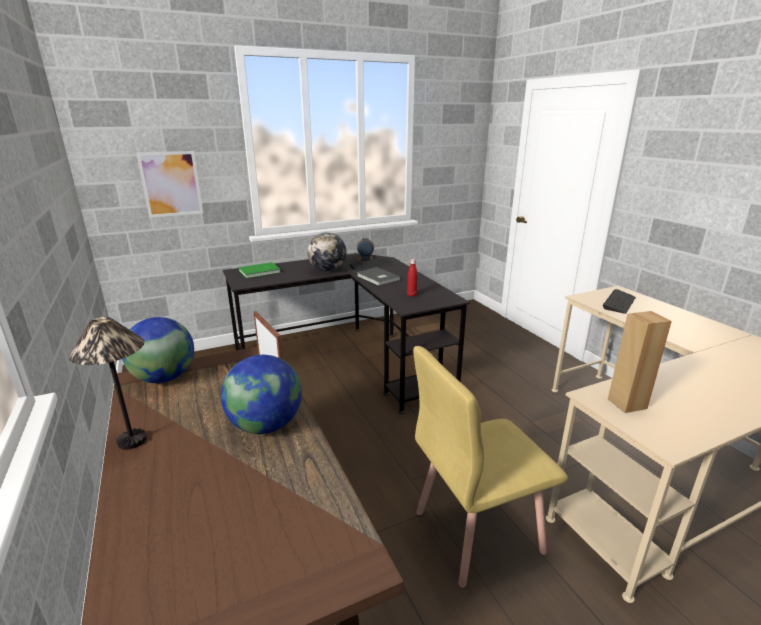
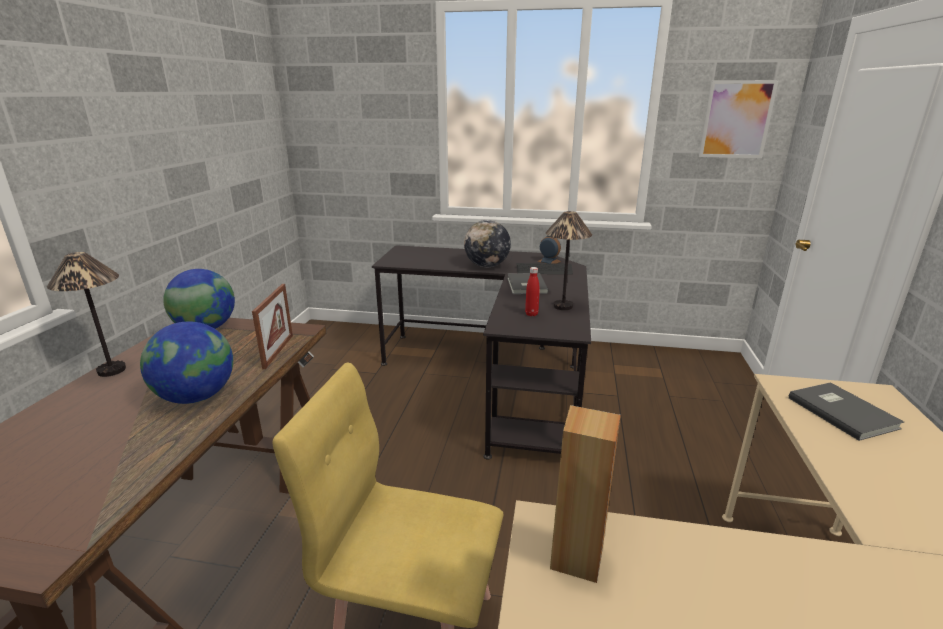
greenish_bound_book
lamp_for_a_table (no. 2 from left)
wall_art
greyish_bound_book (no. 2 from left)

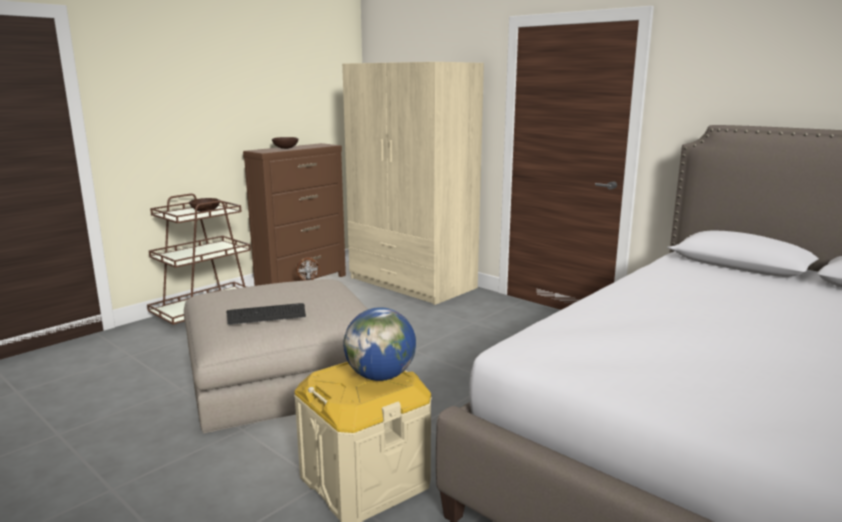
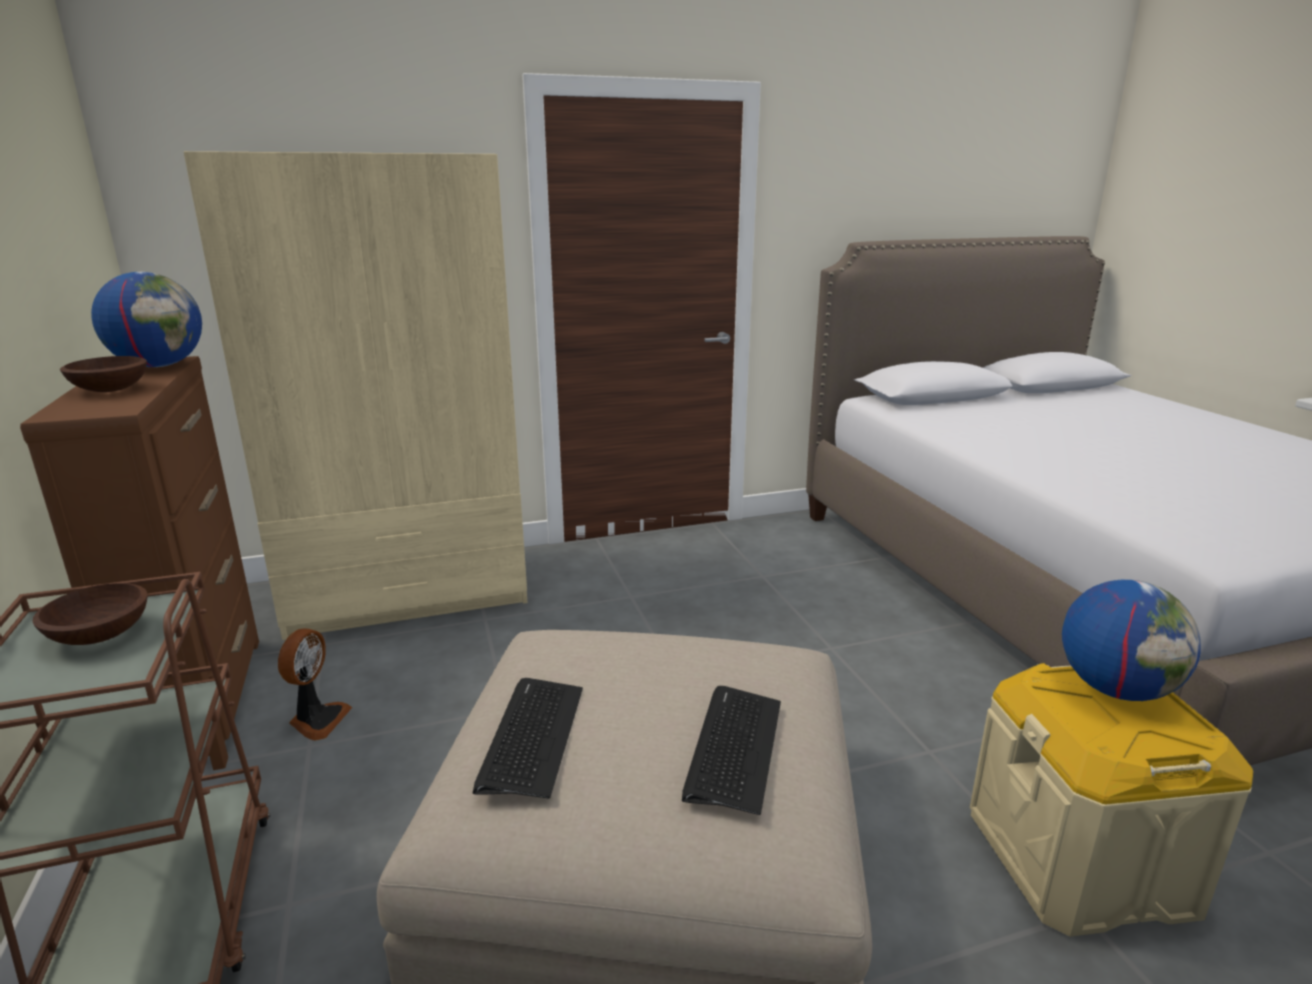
world_globe (no. 1 from left)
computer_keyboard (no. 1 from left)

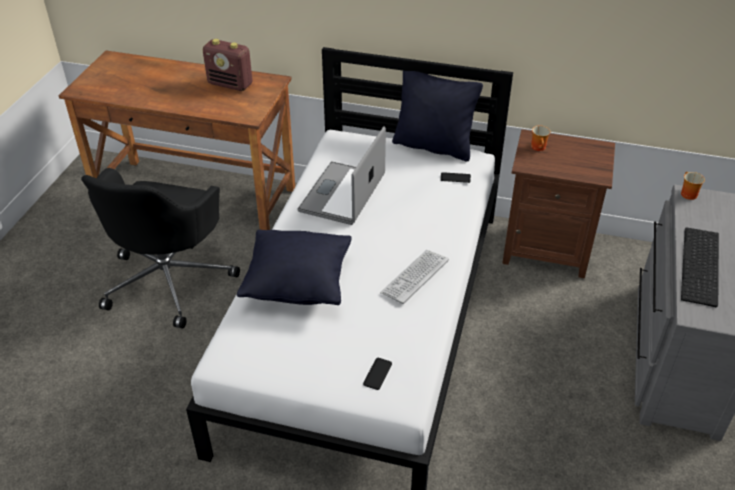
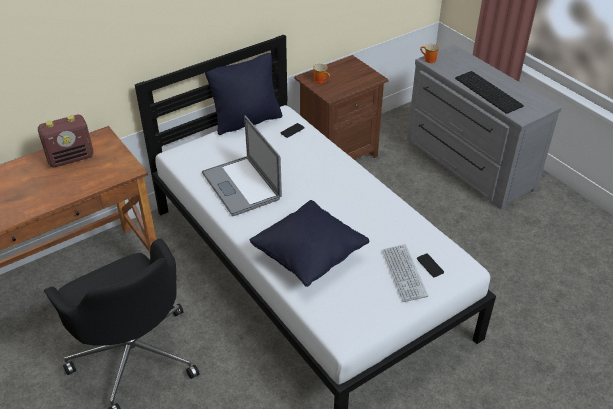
computer_keyboard (no. 1 from left)

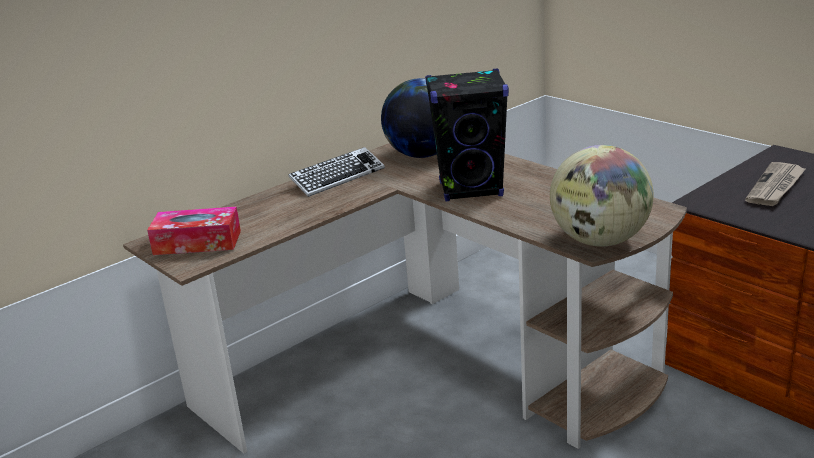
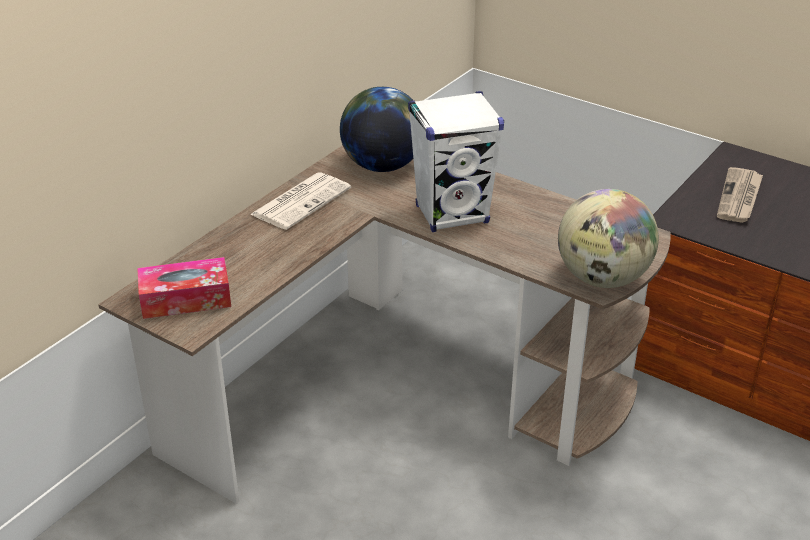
newspaper (no. 1 from left)
white_audio_speaker

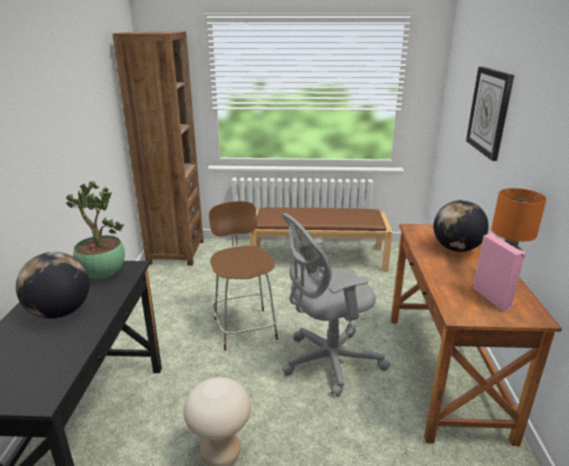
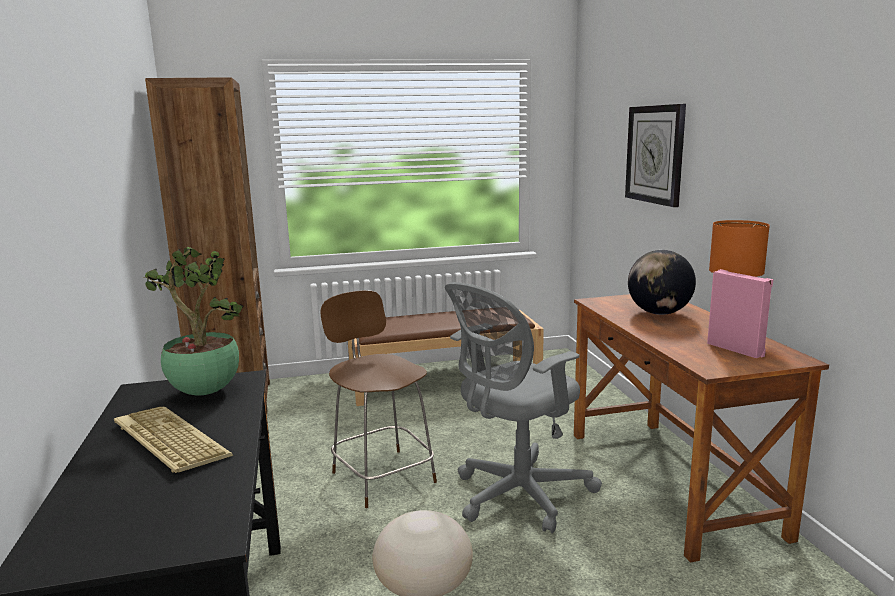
computer_keyboard

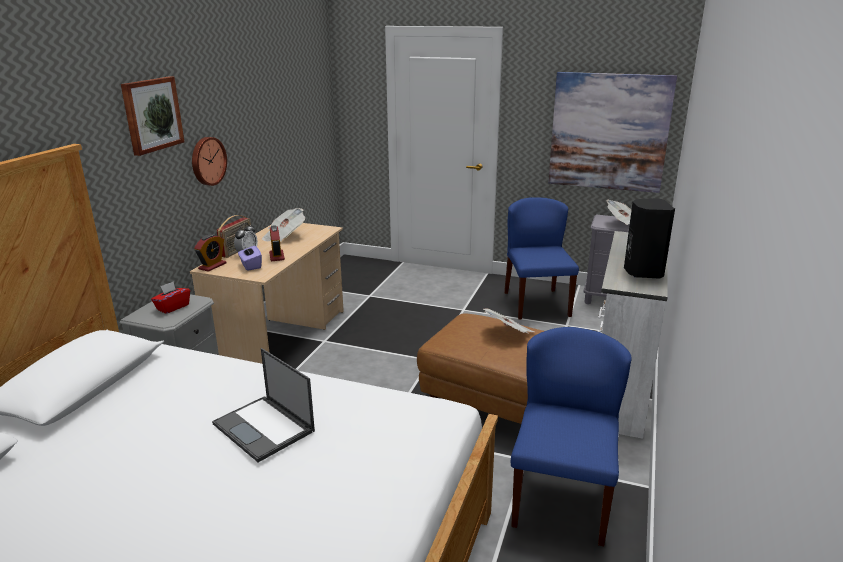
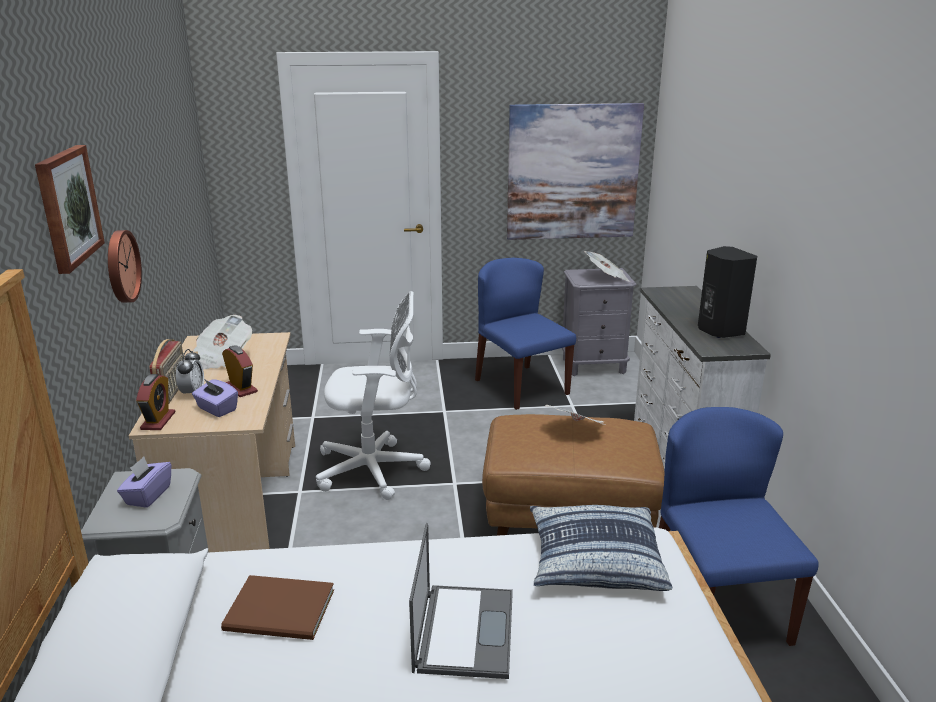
brownish_bound_book
white_computer_chair
throw_pillow
purplish_tissue_holder (no. 1 from left)
laptop

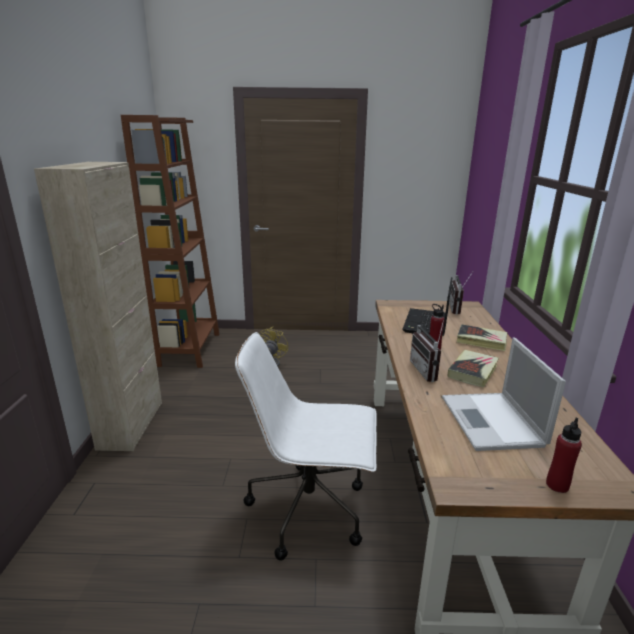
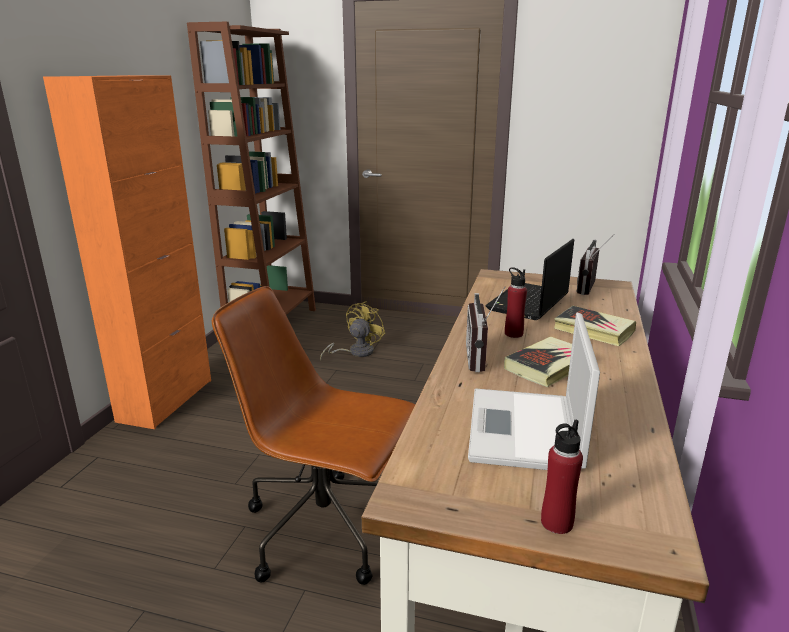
orange_cabinet
brownish_computer_chair

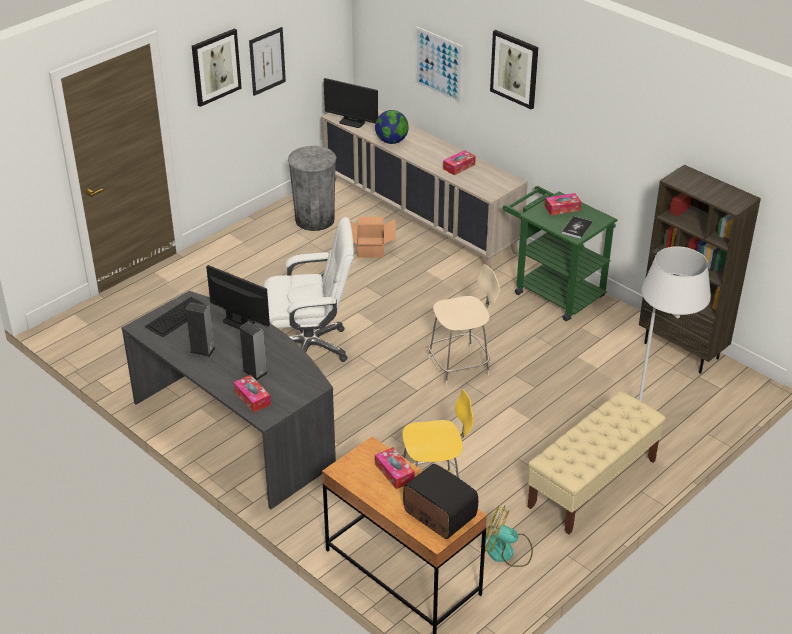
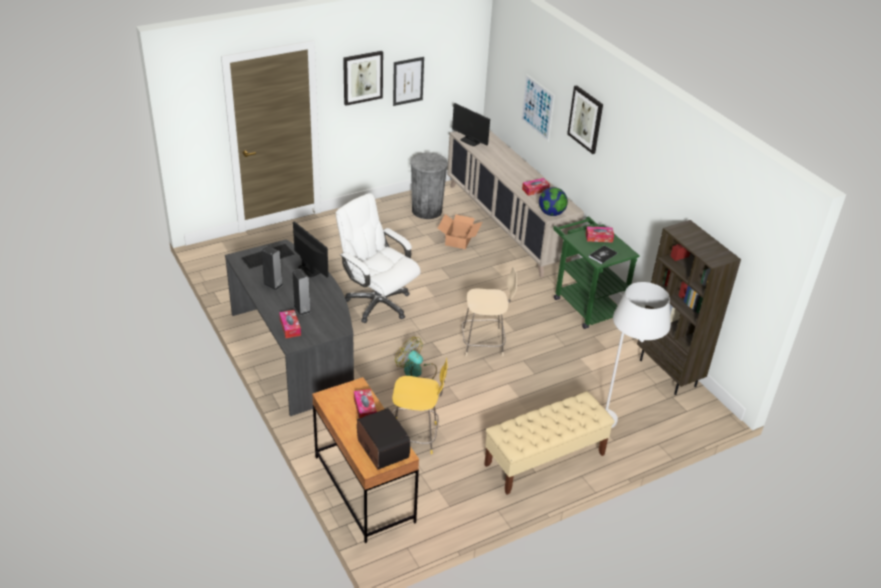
world_globe
cooling_fan
white_computer_chair

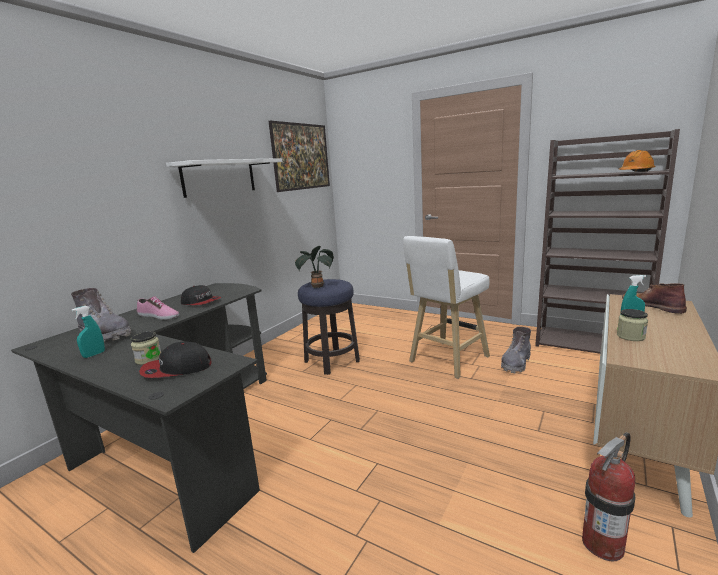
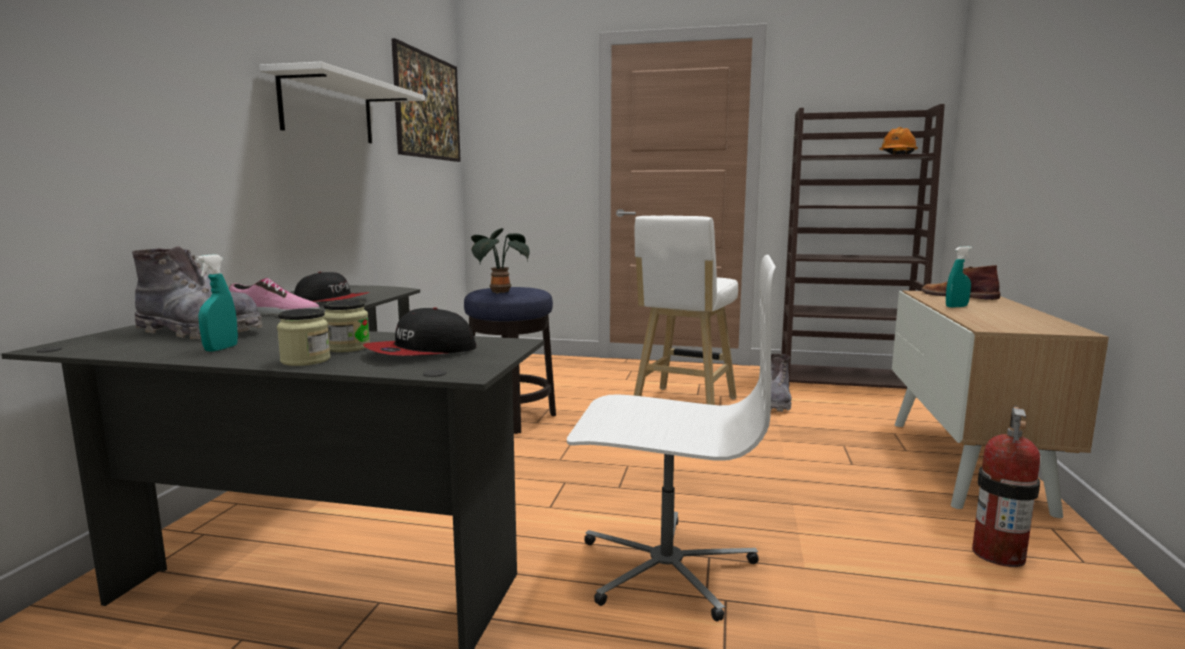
white_computer_chair
storage_jar (no. 1 from left)

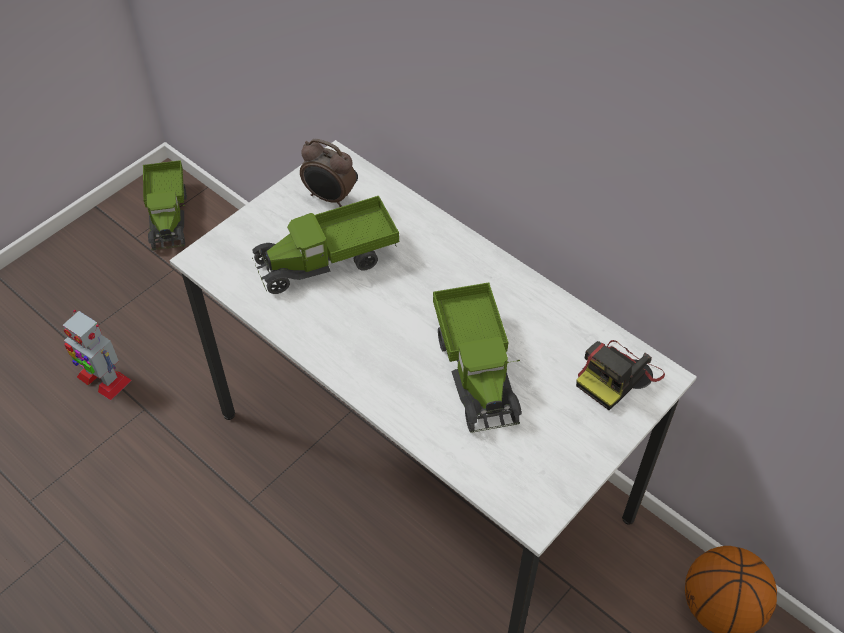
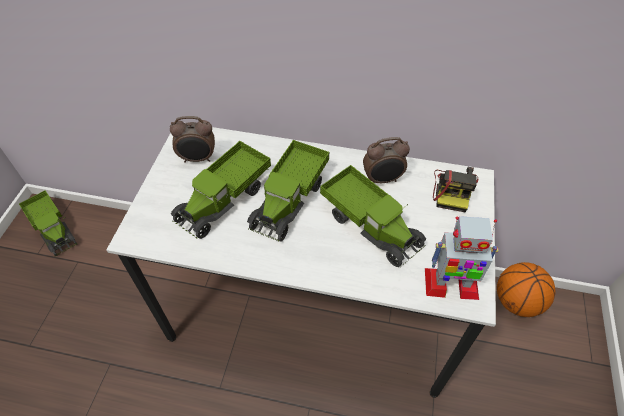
toy_truck (no. 3 from left)
bedside_clock (no. 2 from left)
toy_robot

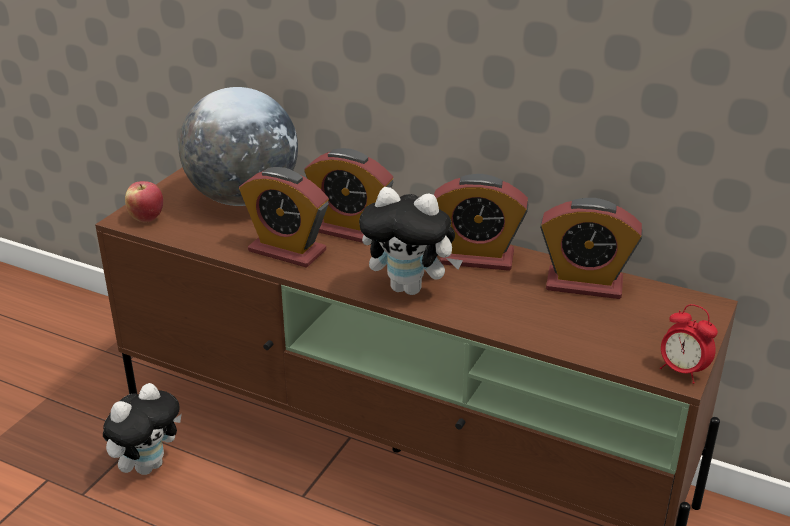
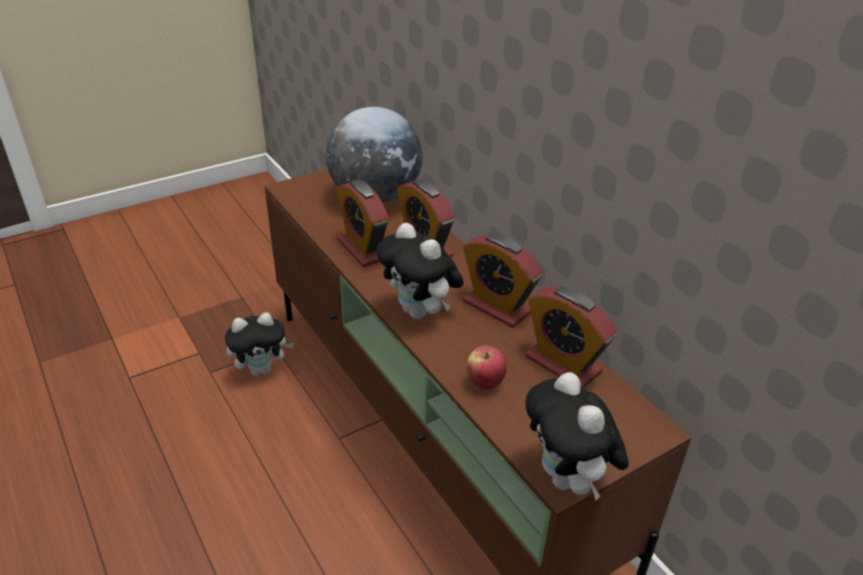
apple_fruit
cuddly_toy (no. 3 from left)

